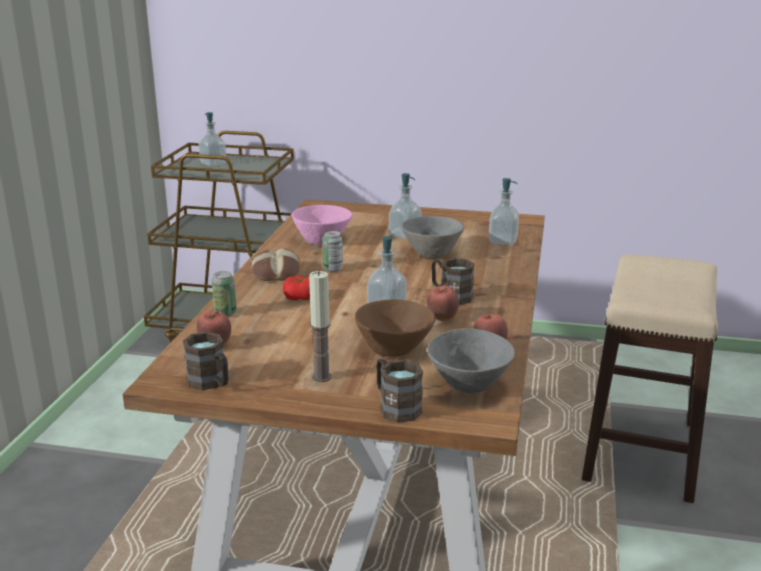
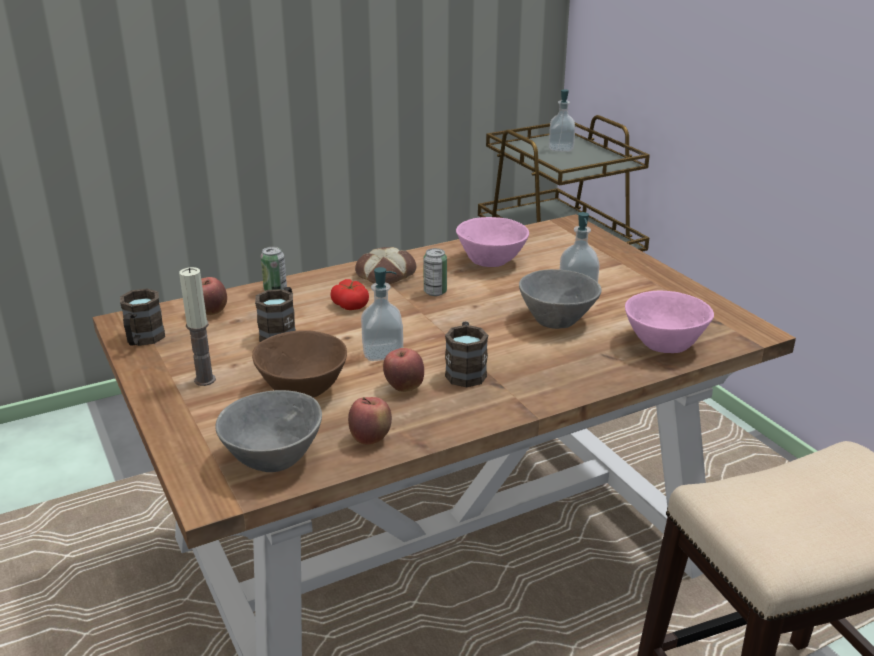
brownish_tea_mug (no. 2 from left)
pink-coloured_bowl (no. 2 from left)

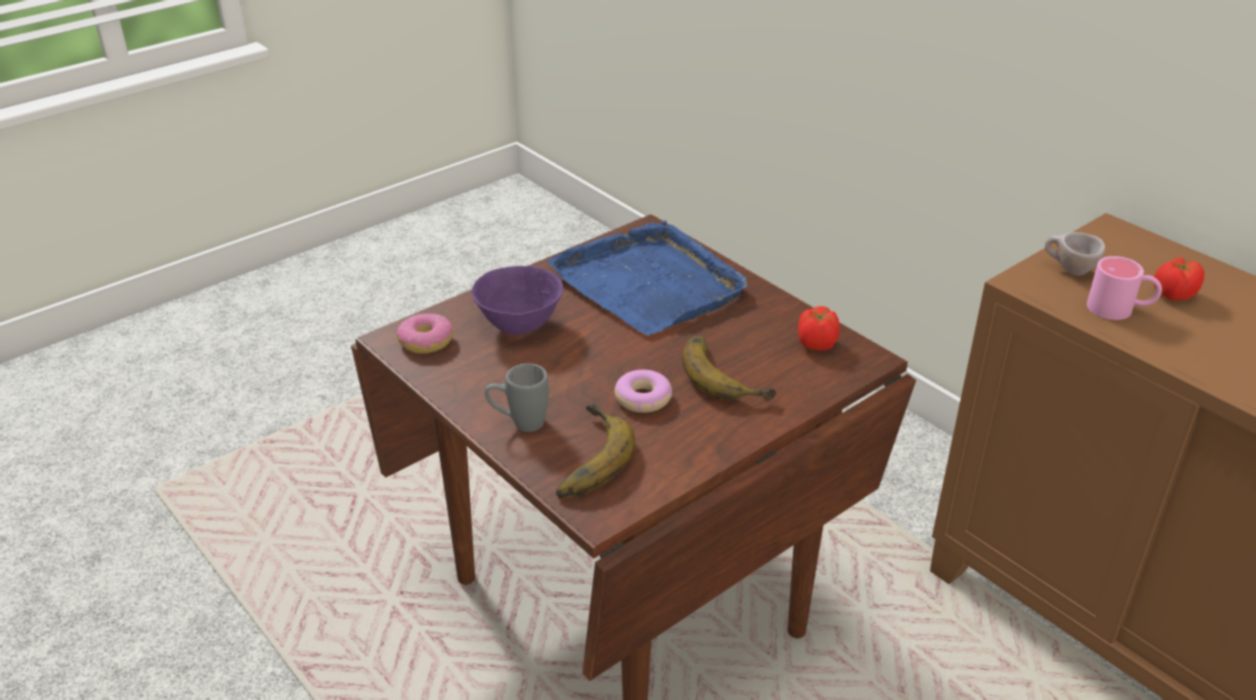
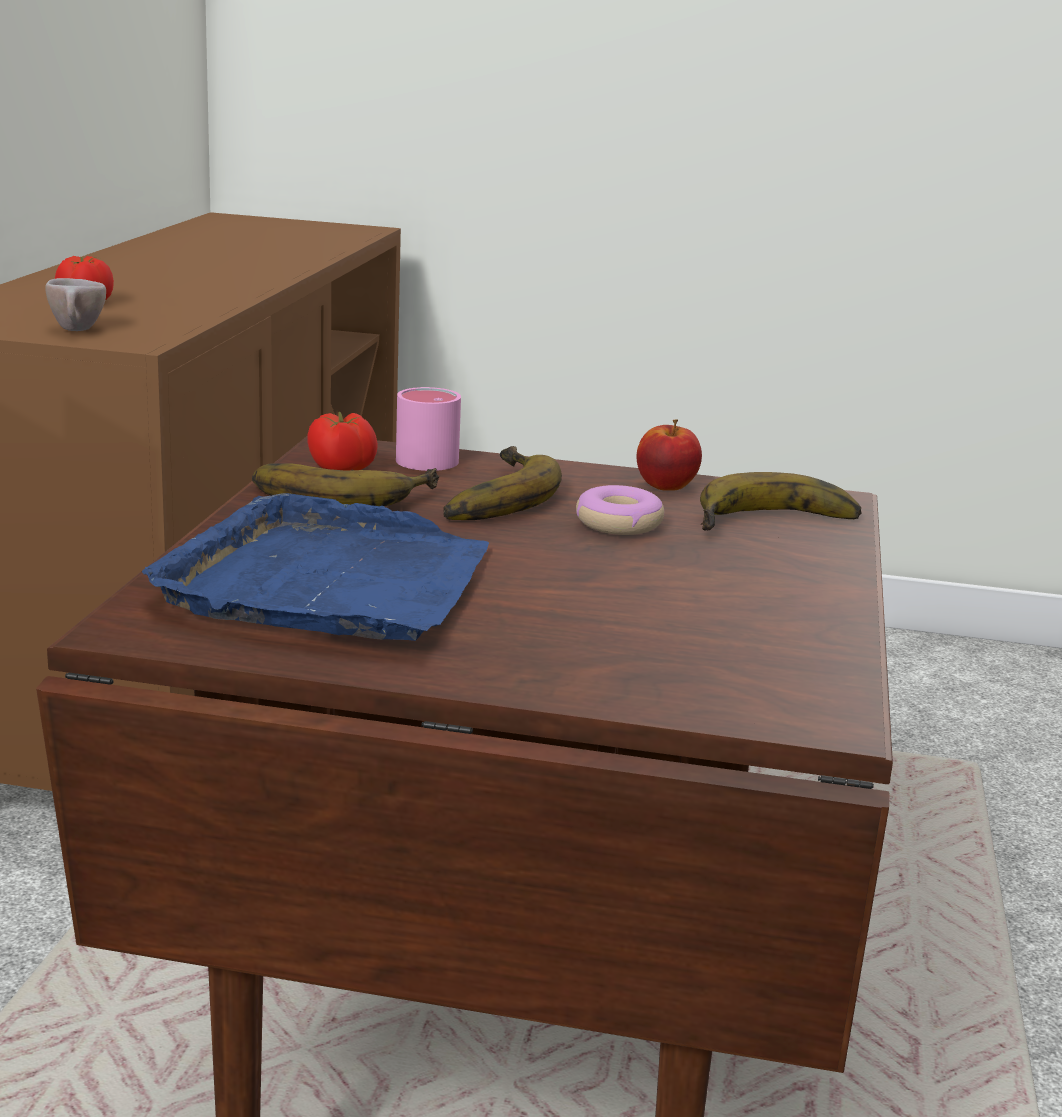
ring_doughnut (no. 1 from left in the first image)
purplish_bowl
greyish_tea_mug
banana_fruit (no. 1 from left)
apple_fruit
pink-coloured_tea_mug

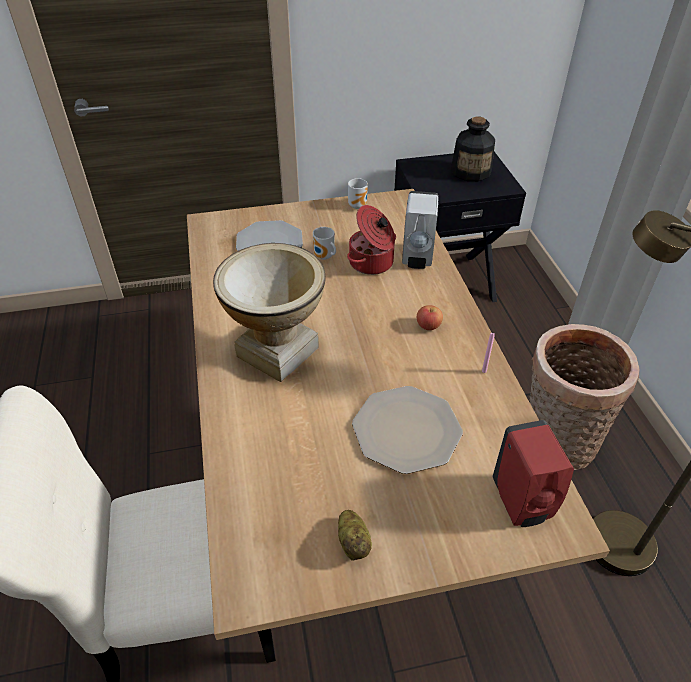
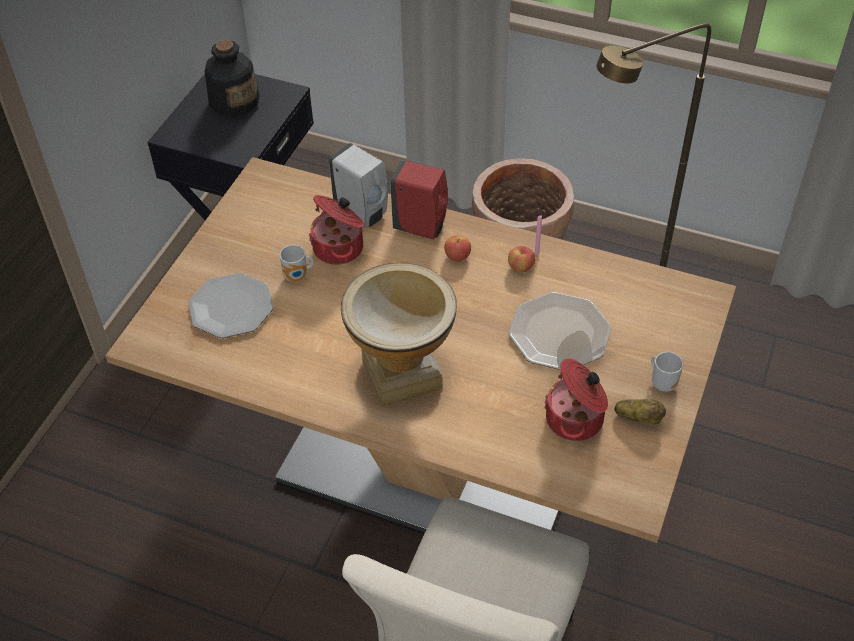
apple_fruit (no. 2 from left)
cooking_pot (no. 2 from left)
tea_mug (no. 2 from left)
red-coloured_liquid_soap_bottle

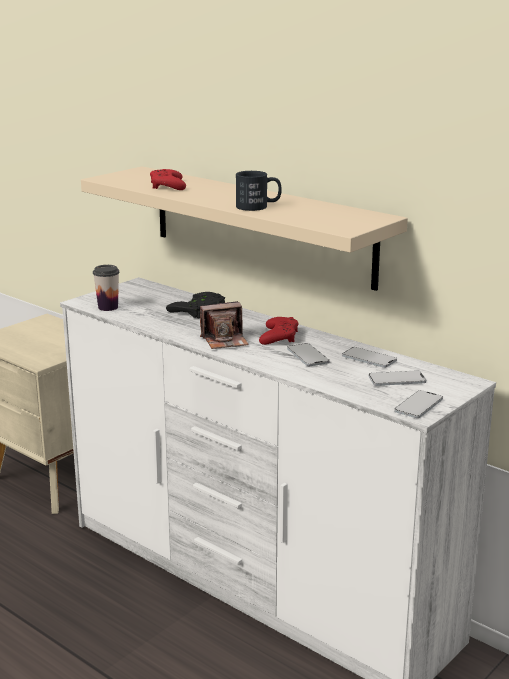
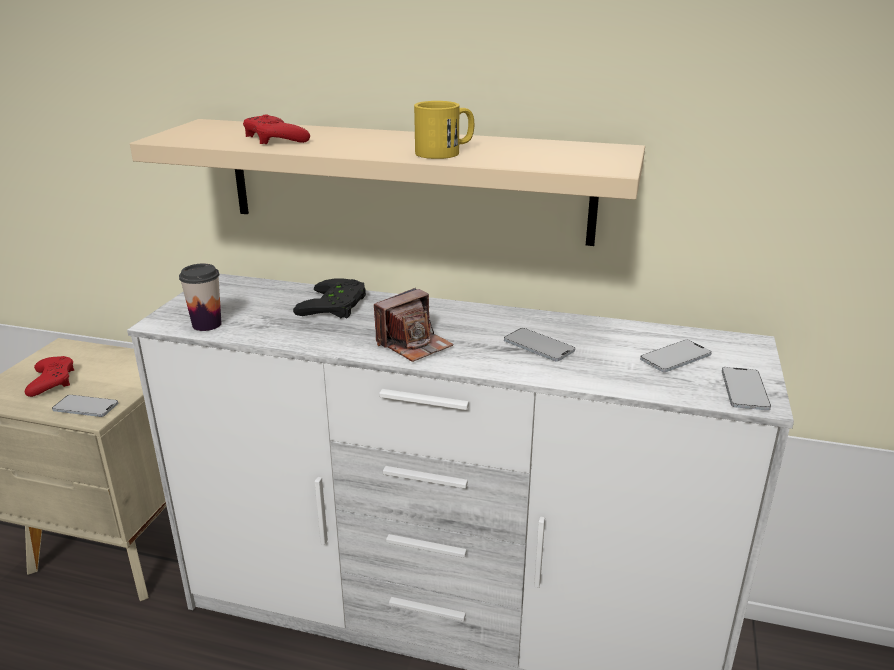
red-coloured_gamepad (no. 1 from left)
phone (no. 1 from left)
yellow_tea_mug

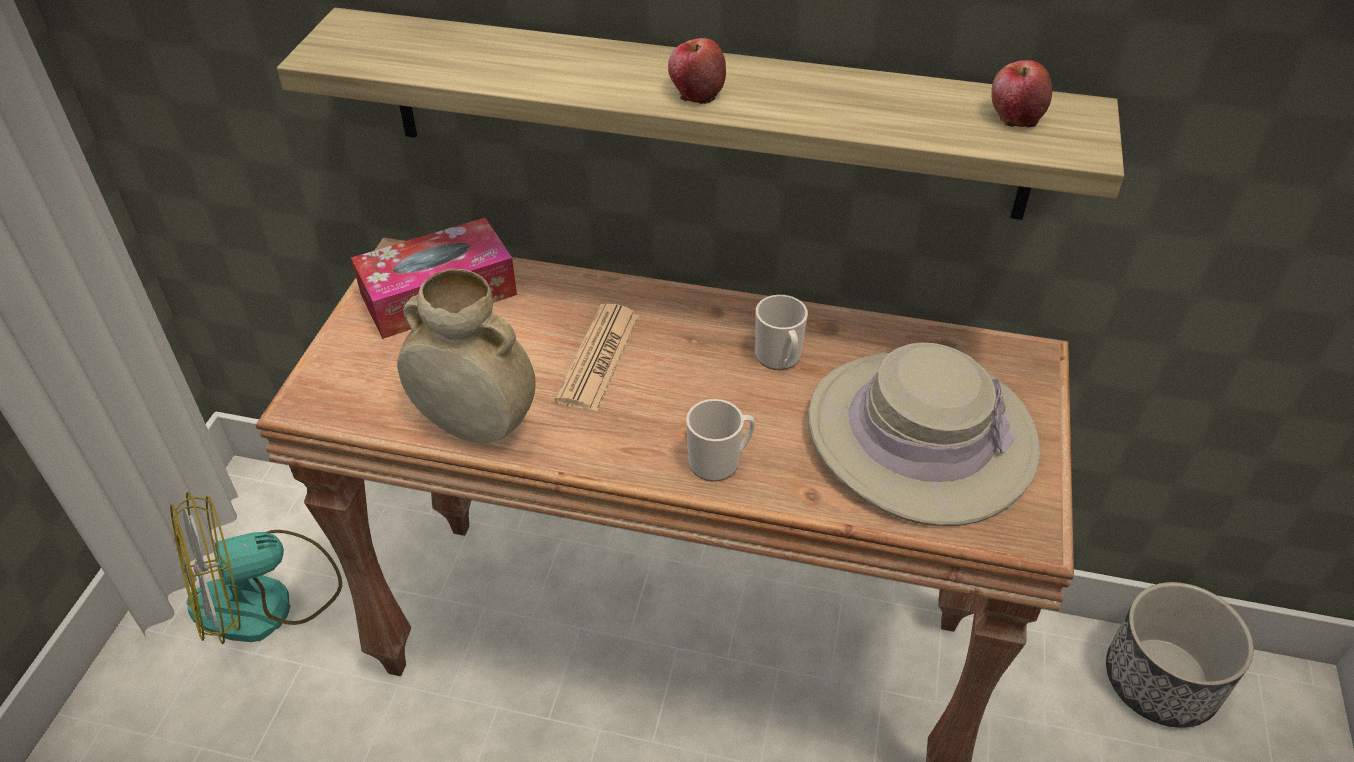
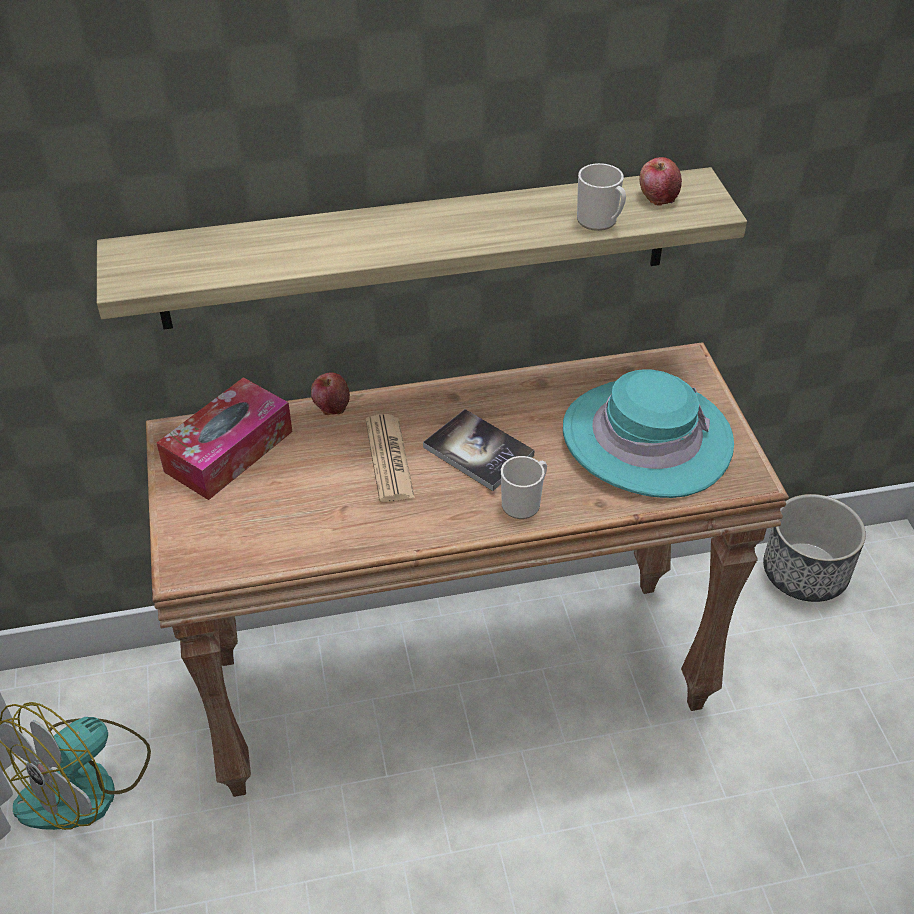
beige-coloured_flower_vase
bound_book
apple_fruit (no. 1 from left)
tea_mug (no. 2 from left)
turquoise-coloured_hat

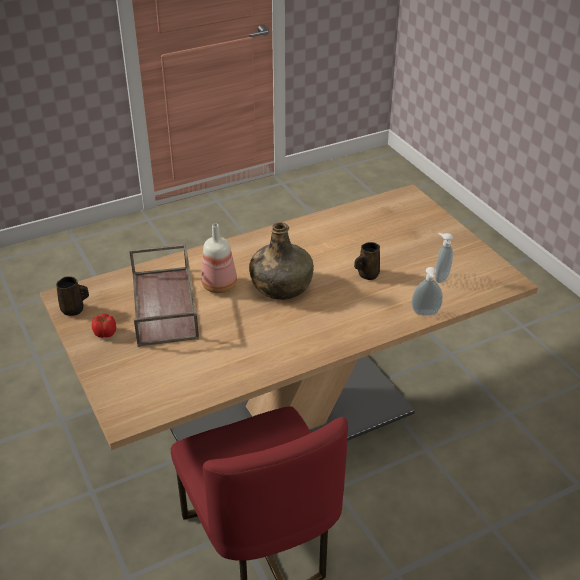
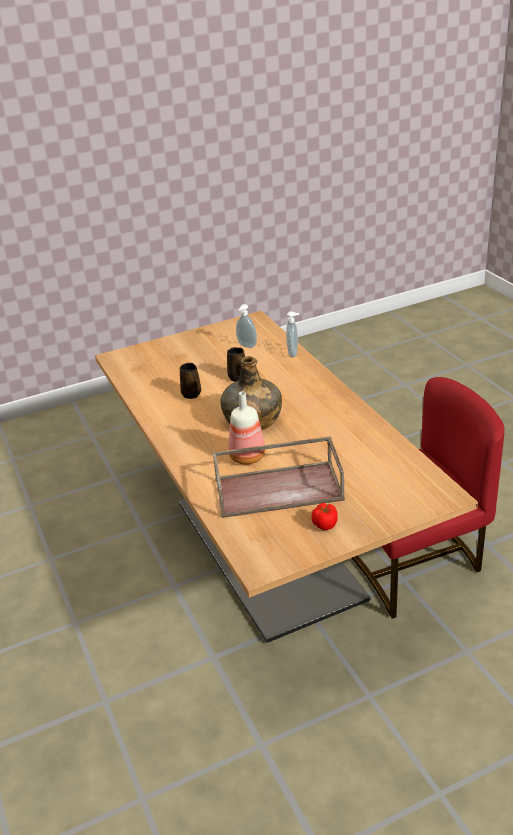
brownish_tea_mug (no. 1 from left)

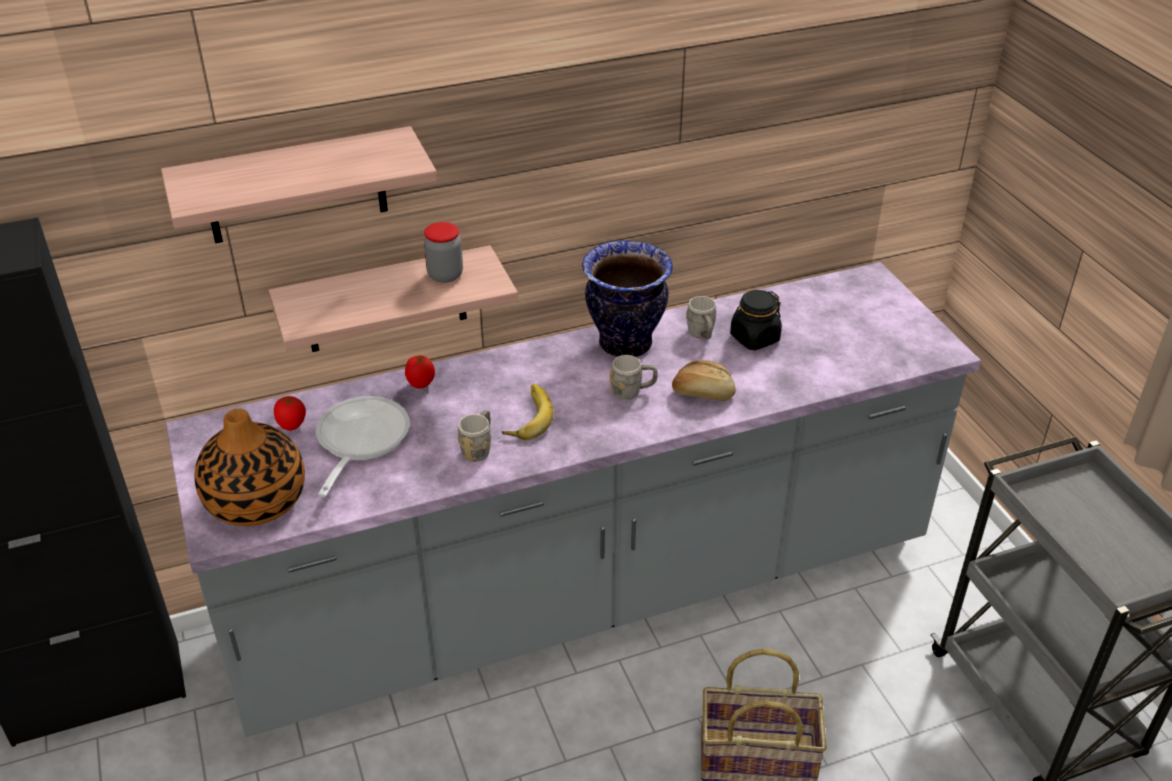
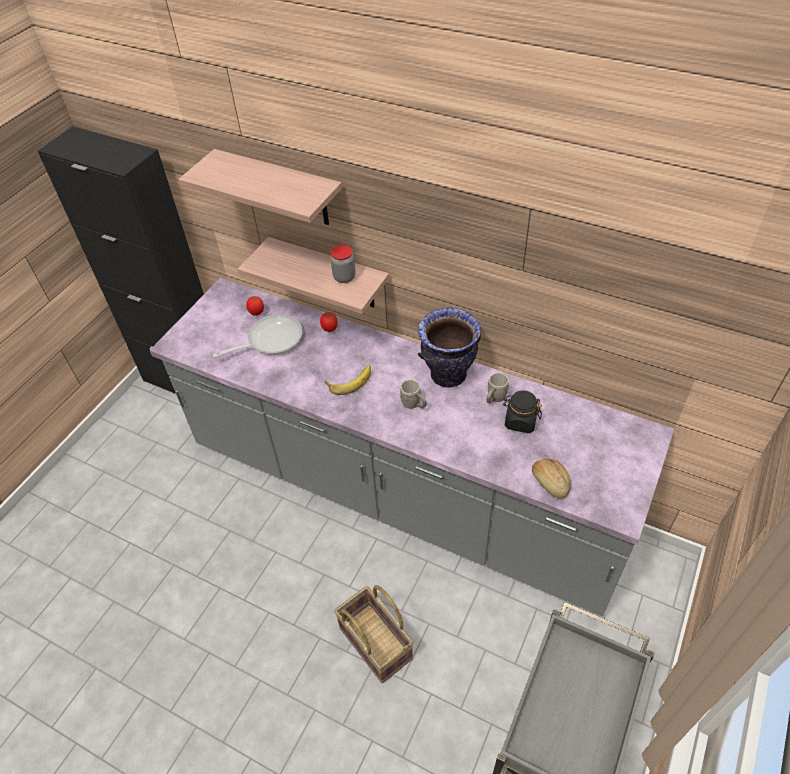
flower_vase (no. 1 from left in the first image)
greyish_tea_mug (no. 1 from left in the first image)
bread

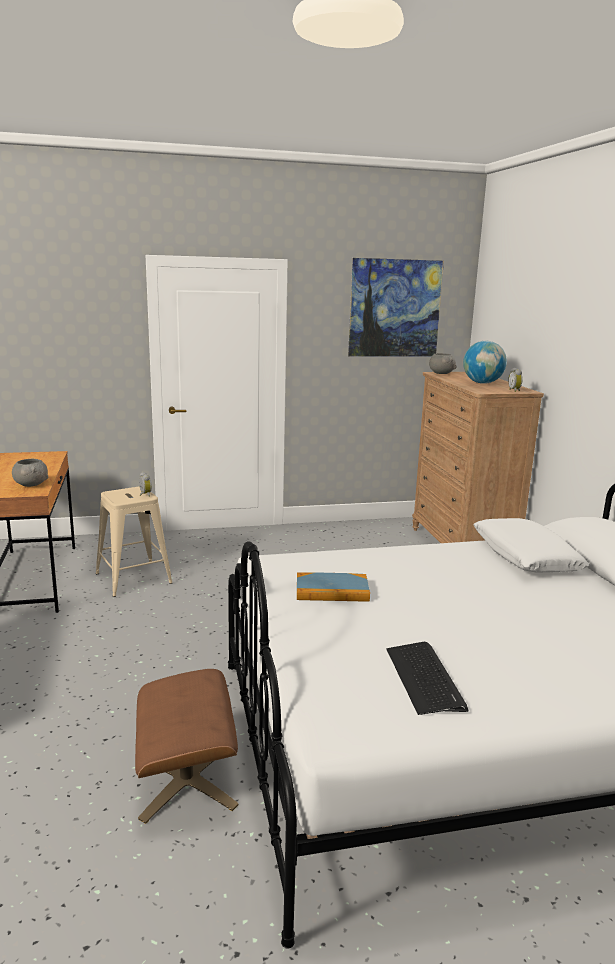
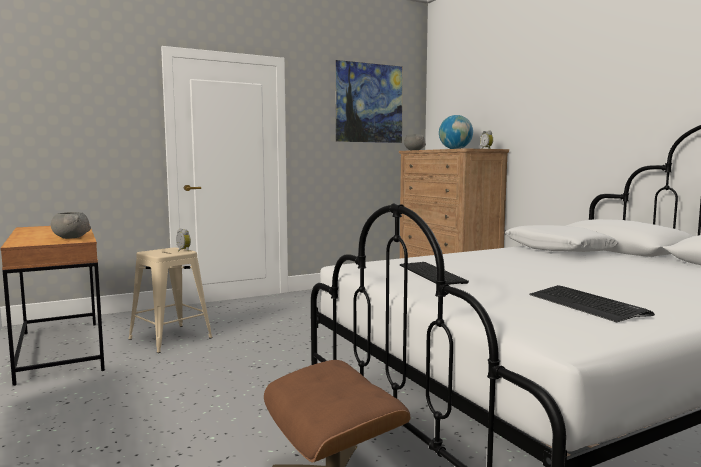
computer_keyboard (no. 1 from left)

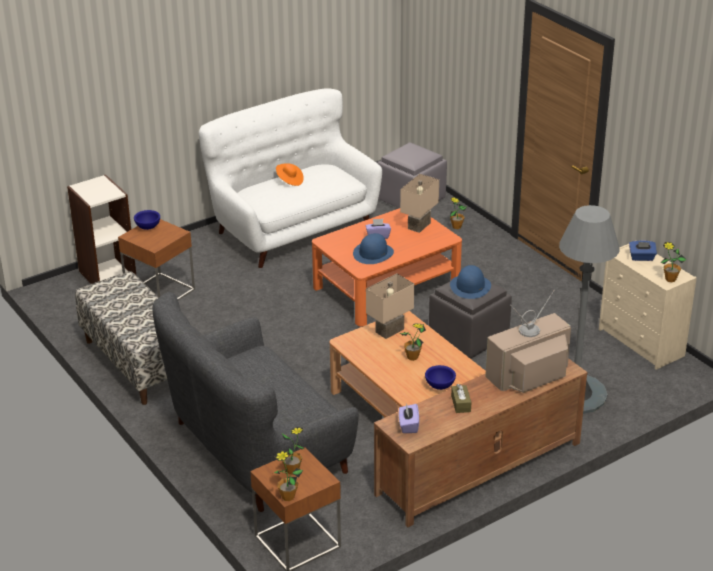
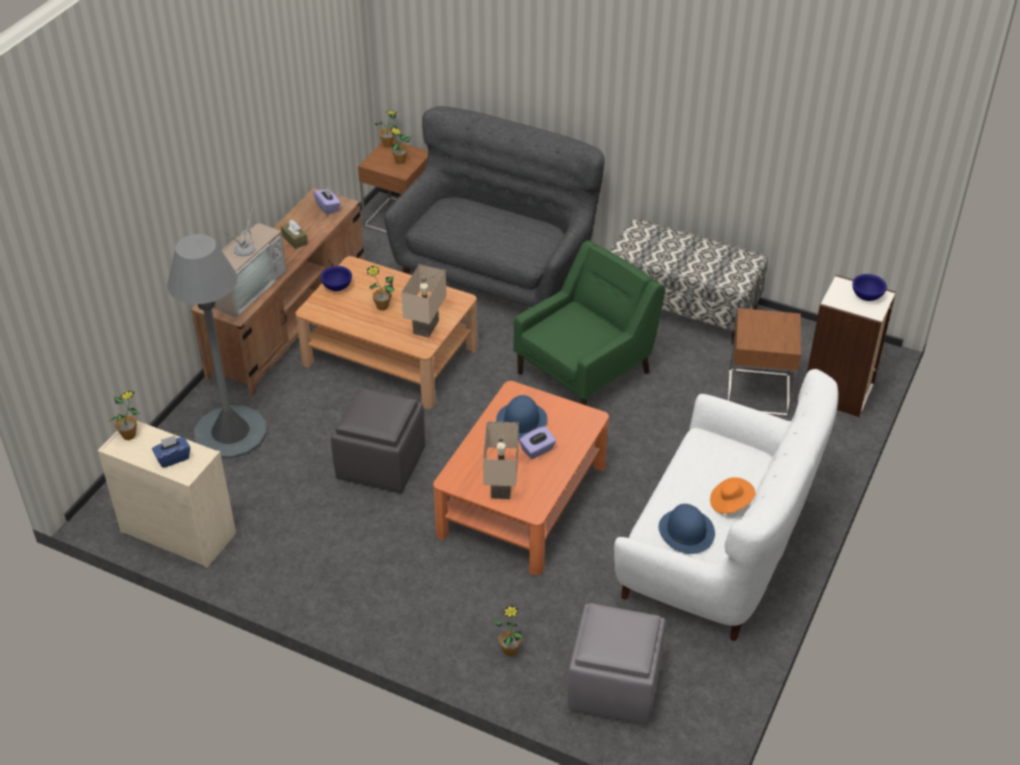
greenish_easy_chair
blue_bowl (no. 2 from left)
blue_hat (no. 2 from left)

